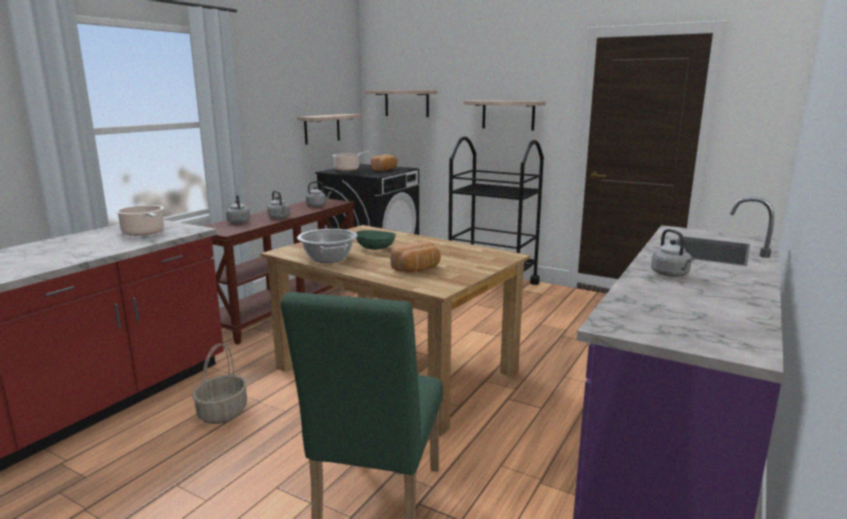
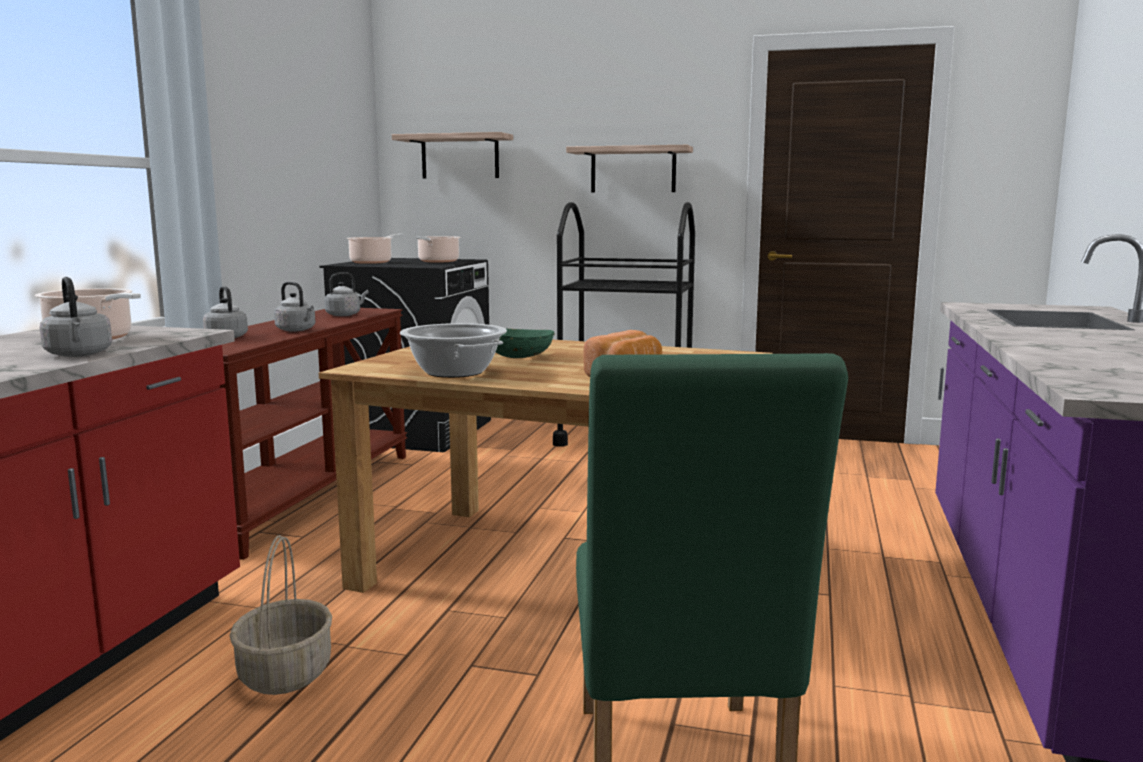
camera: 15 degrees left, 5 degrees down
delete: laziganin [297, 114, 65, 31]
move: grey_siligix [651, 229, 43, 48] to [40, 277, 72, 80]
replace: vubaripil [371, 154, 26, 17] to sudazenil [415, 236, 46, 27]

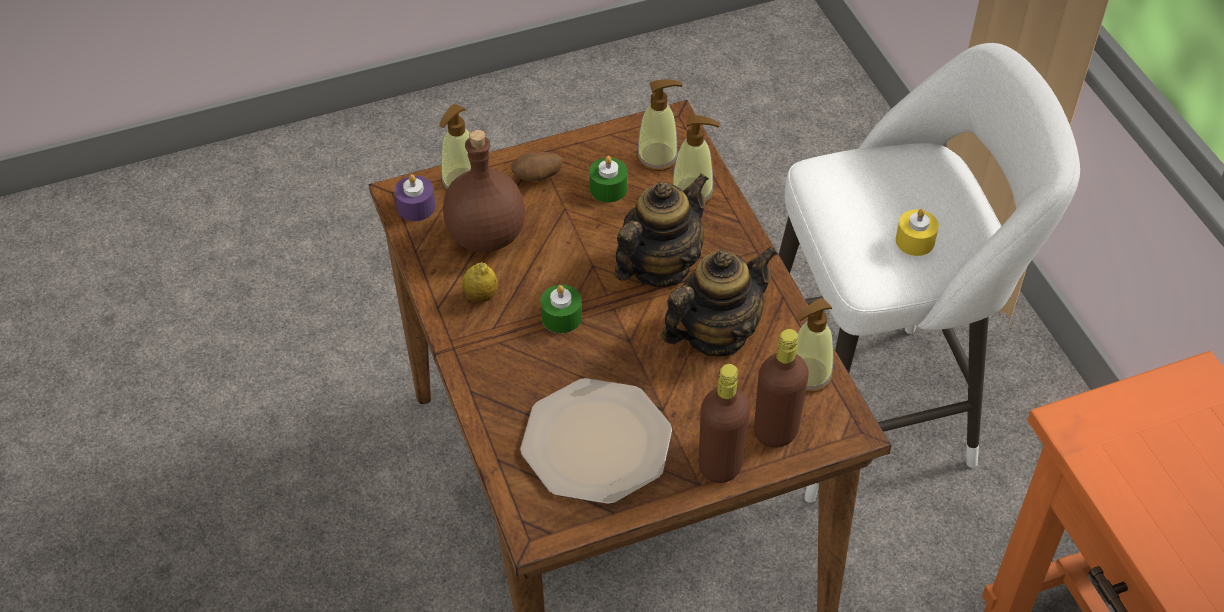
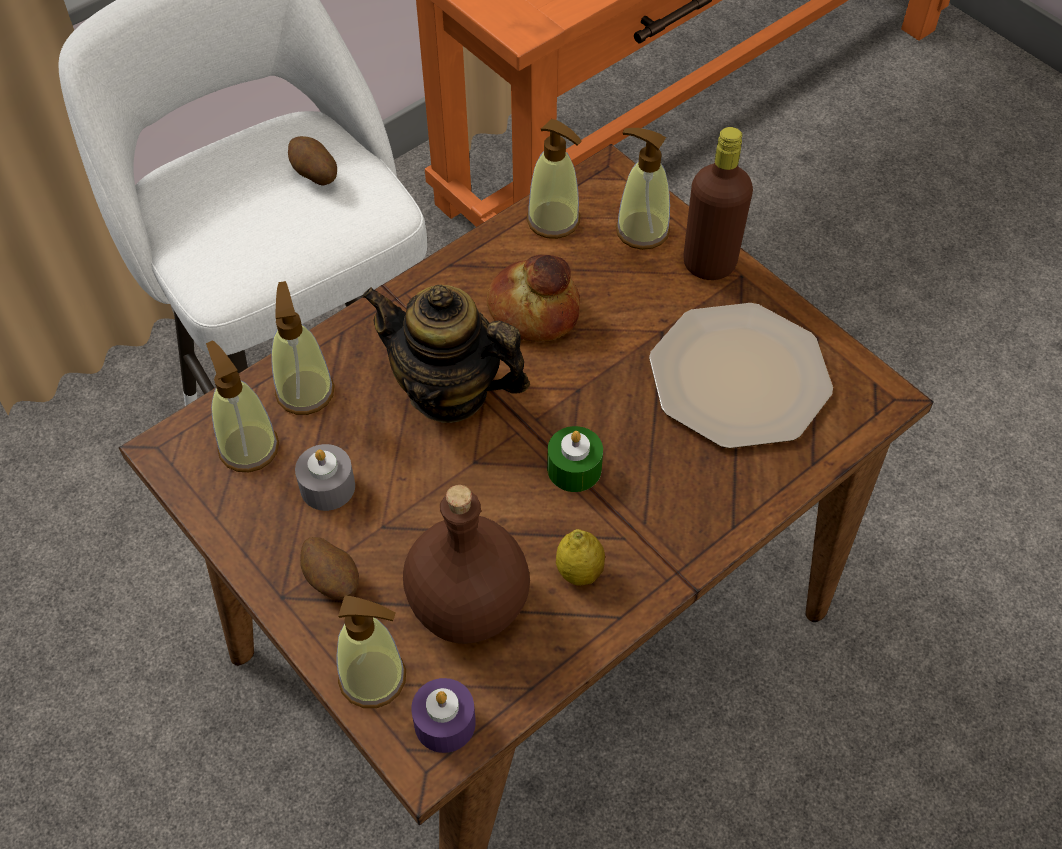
camera: 110 degrees left, 5 degrees up
replace: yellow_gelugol [896, 209, 43, 47] to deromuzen [288, 136, 49, 50]; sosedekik [661, 247, 116, 109] to vubaripil [487, 255, 93, 87]; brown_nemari [754, 329, 55, 119] to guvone [616, 128, 54, 122]
recolor: green_gelugol [589, 156, 39, 47] to grey_gelugol [295, 444, 60, 67]

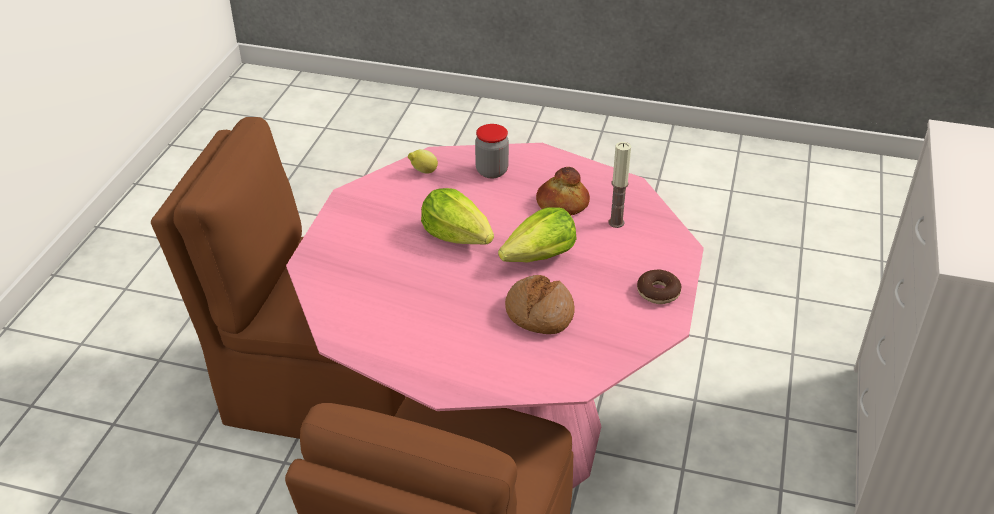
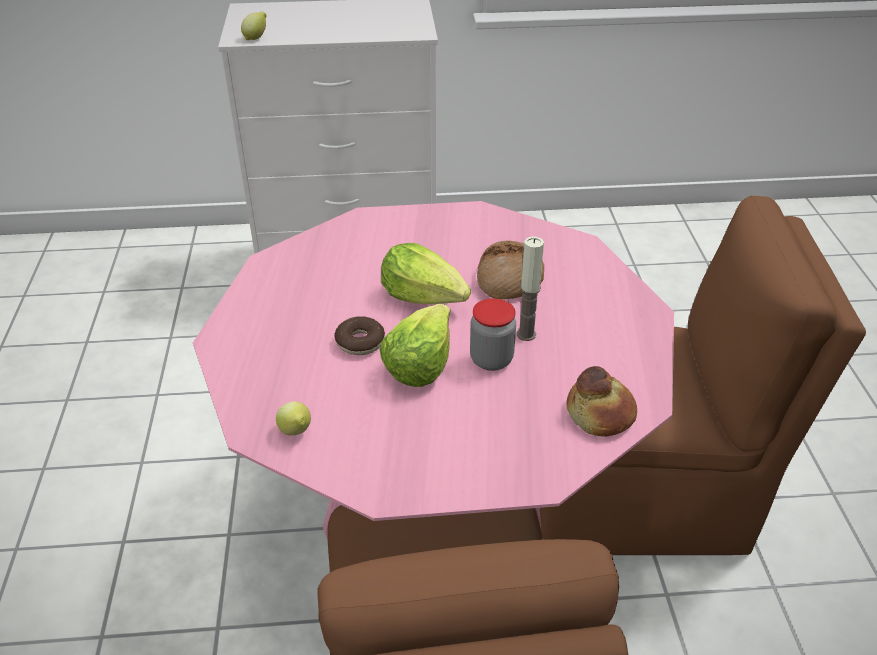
camera: 110 degrees left, 0 degrees up
insert: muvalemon [241, 12, 26, 28]
move: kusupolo [475, 124, 34, 54] to [470, 298, 46, 73]; gelugol [609, 142, 22, 86] to [517, 237, 27, 104]; vubaripil [536, 167, 54, 48] to [566, 366, 71, 70]; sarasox [637, 270, 44, 34] to [335, 316, 50, 39]

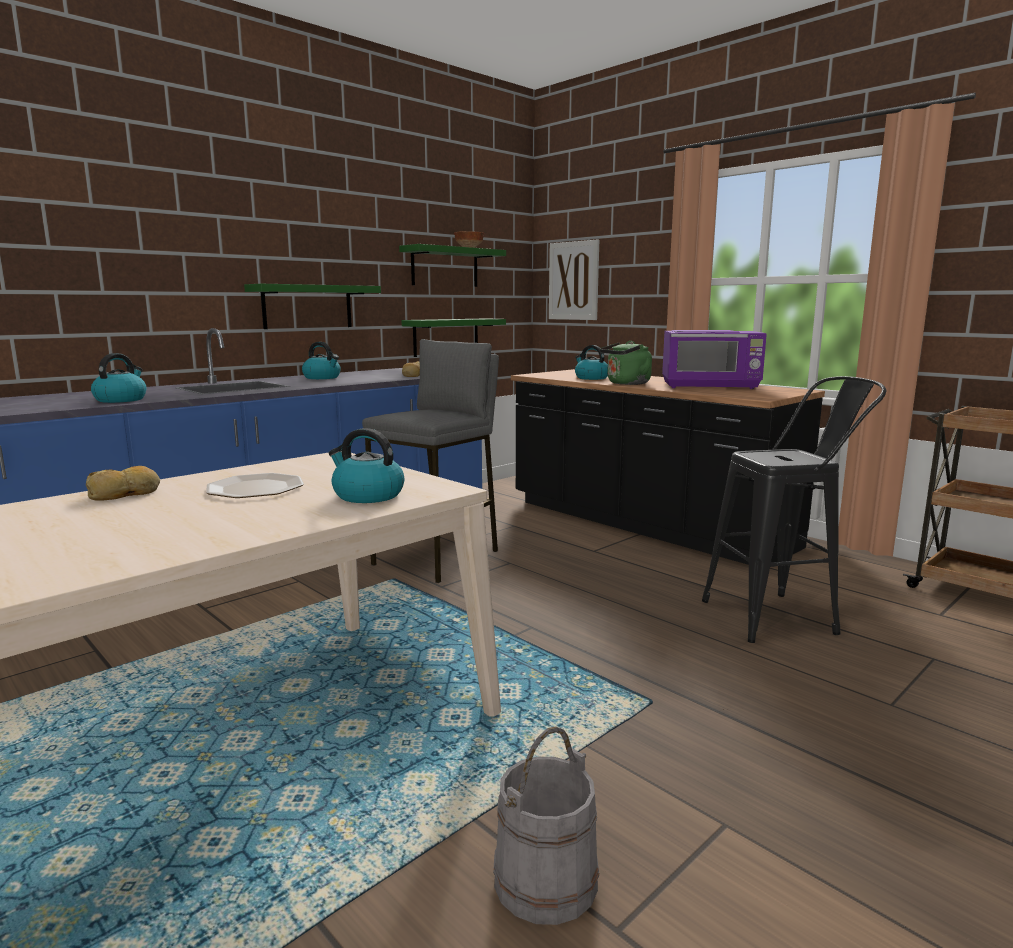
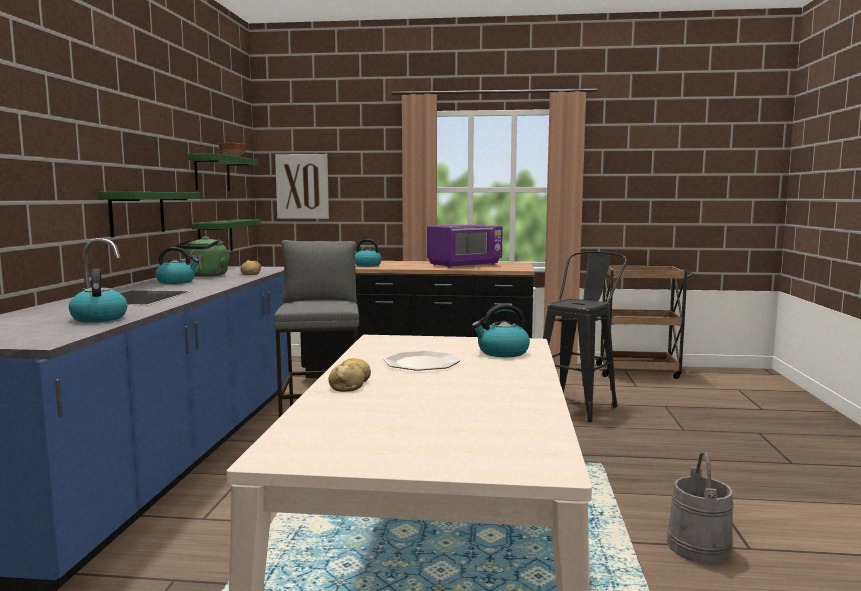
camera: 40 degrees left, 5 degrees down
move: green_siligix [600, 341, 52, 44] to [176, 236, 54, 41]

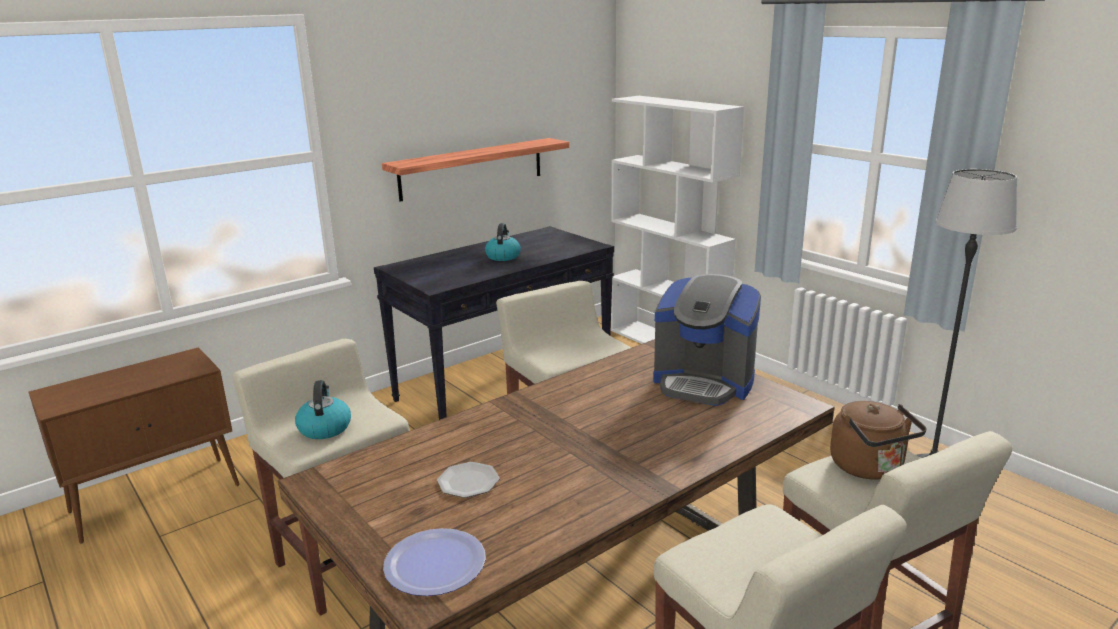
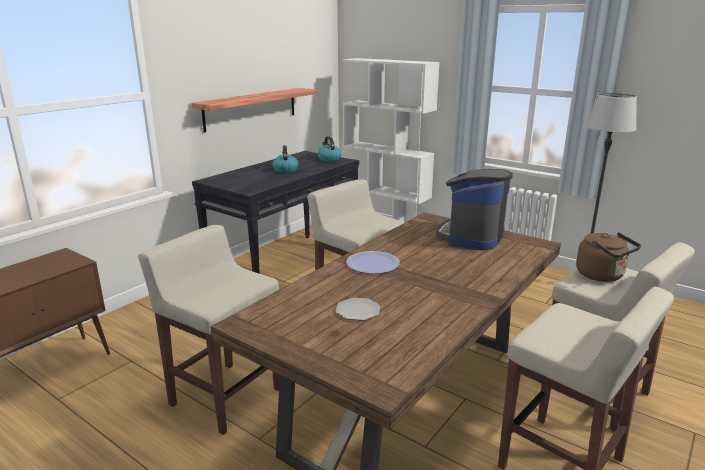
camera: 15 degrees left, 0 degrees up
move: siligix [295, 380, 56, 59] to [318, 136, 23, 26]; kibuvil [383, 528, 103, 68] to [346, 251, 54, 23]
rotate: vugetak [653, 274, 108, 132] = [436, 169, 77, 81] 105 degrees clockwise

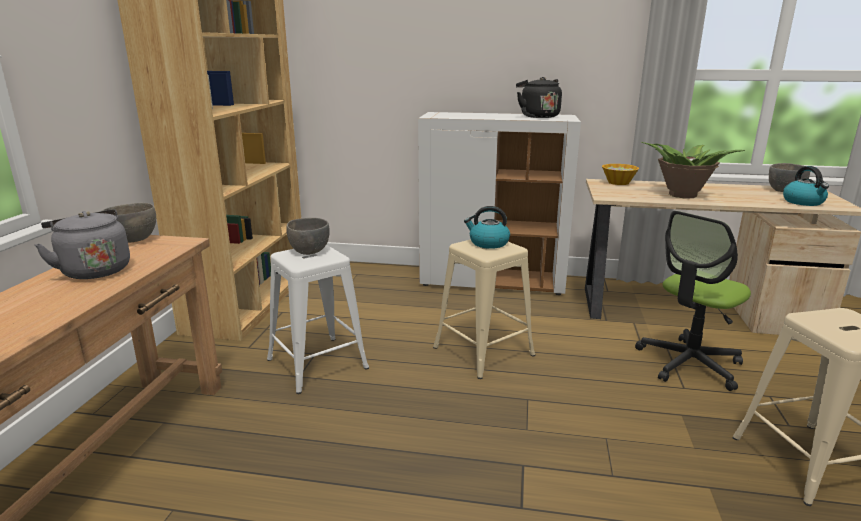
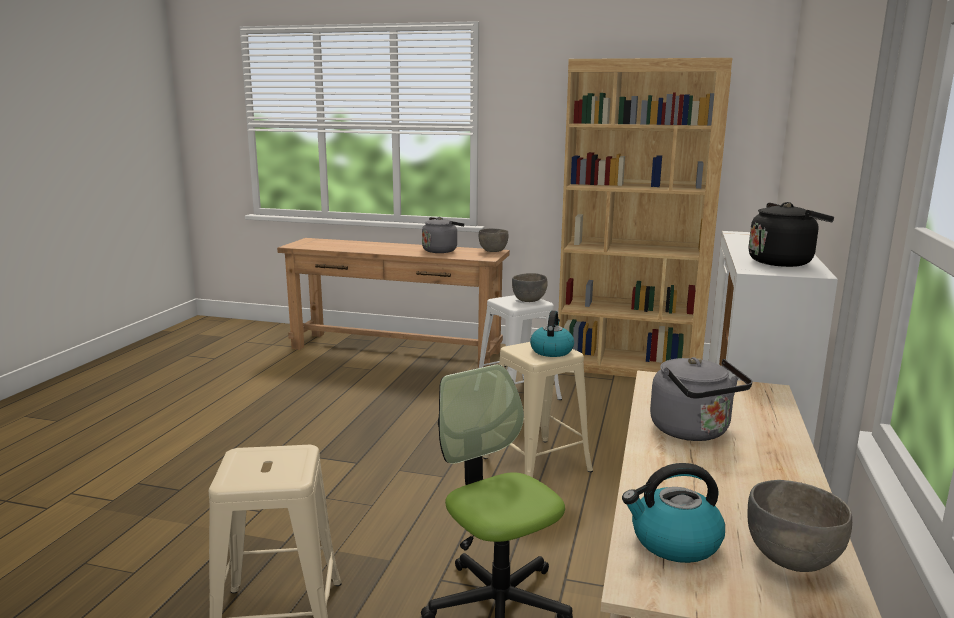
camera: 95 degrees right, 5 degrees down
delete: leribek [602, 164, 37, 21]
replace: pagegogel [641, 142, 104, 57] to grey_siligix [650, 357, 102, 84]

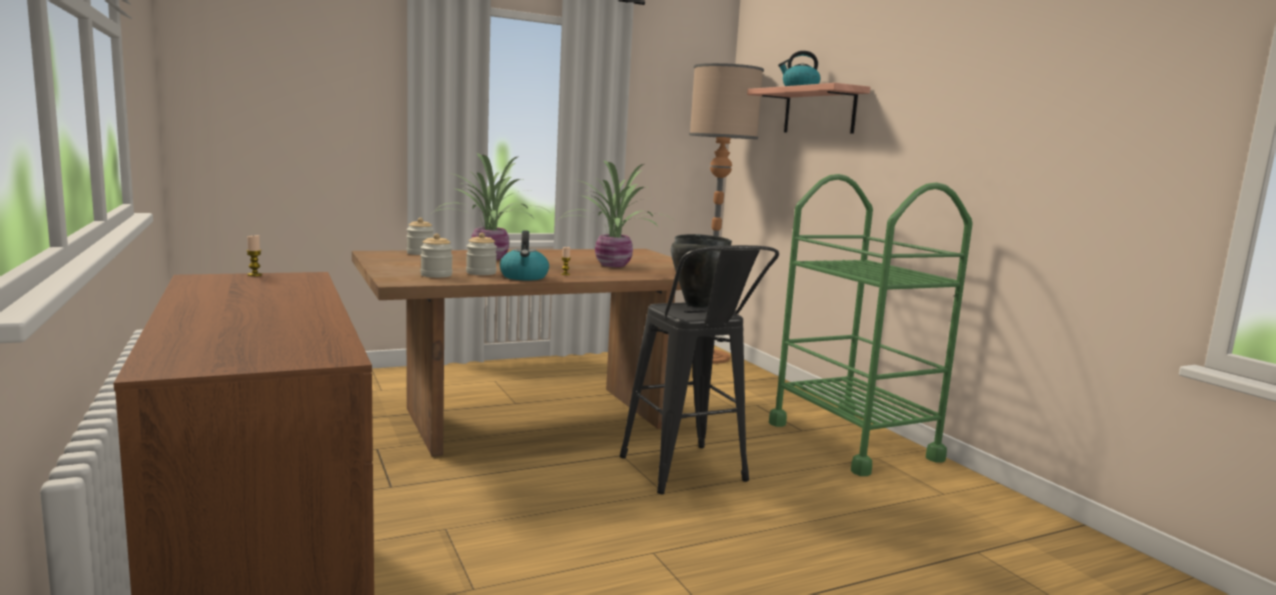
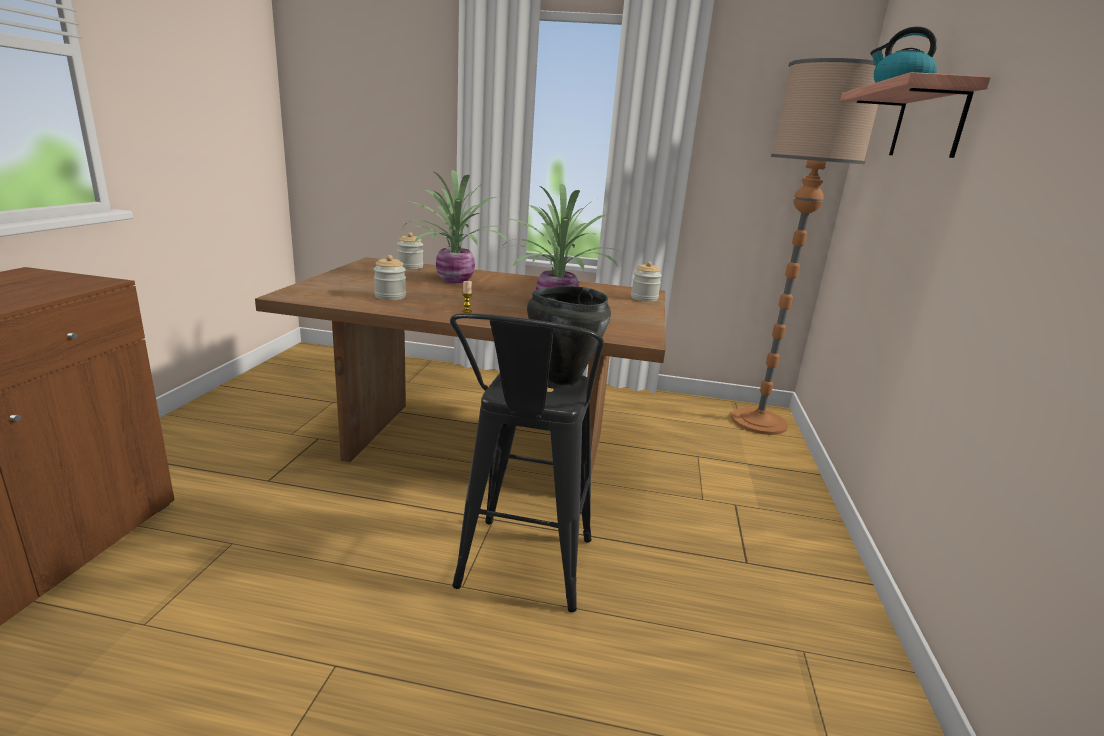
camera: 35 degrees right, 10 degrees up
delete: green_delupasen [769, 174, 204, 302]; siligix [500, 230, 49, 51]; gelugol [246, 235, 16, 41]
move: kusupolo [420, 233, 33, 45] to [631, 261, 31, 41]

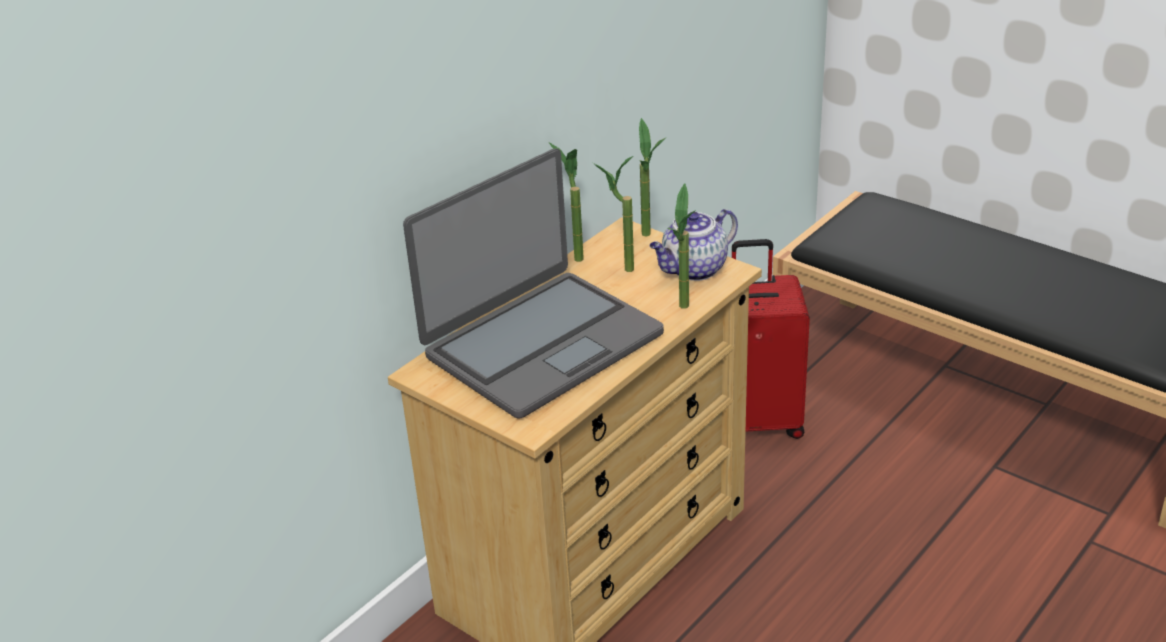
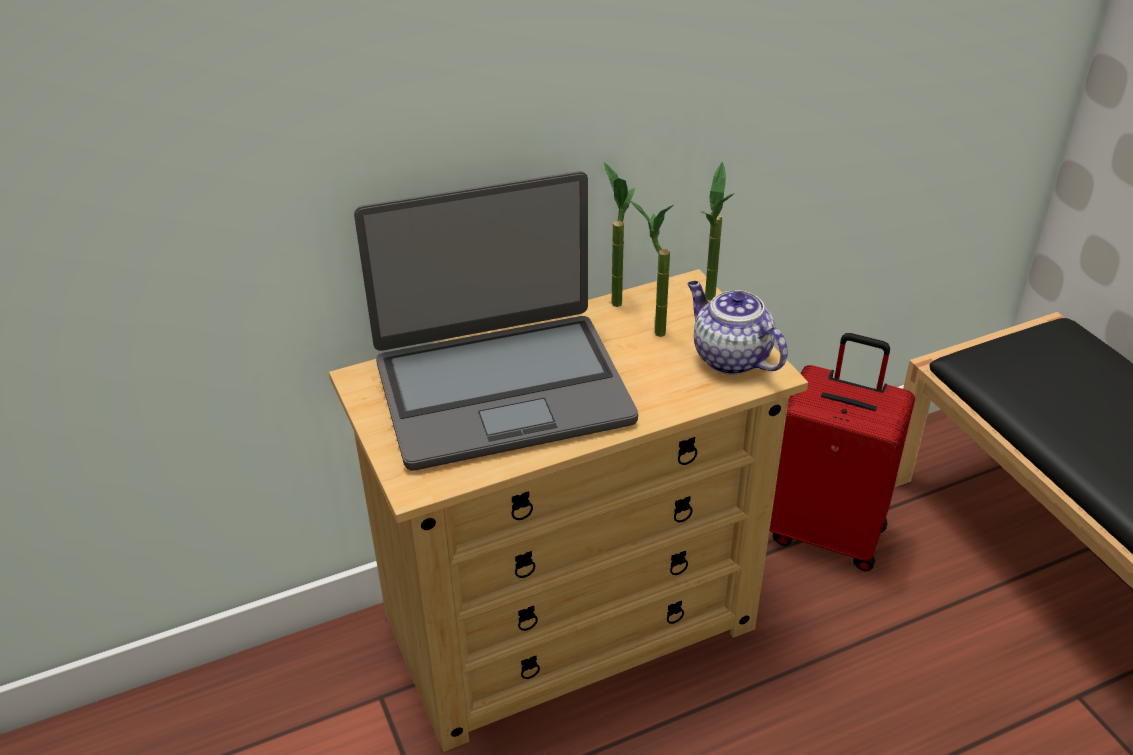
camera: 25 degrees right, 5 degrees up
delete: pagegogel [667, 183, 29, 126]
rotate: sosedekik [649, 209, 89, 72] = [687, 281, 101, 94] 60 degrees clockwise

